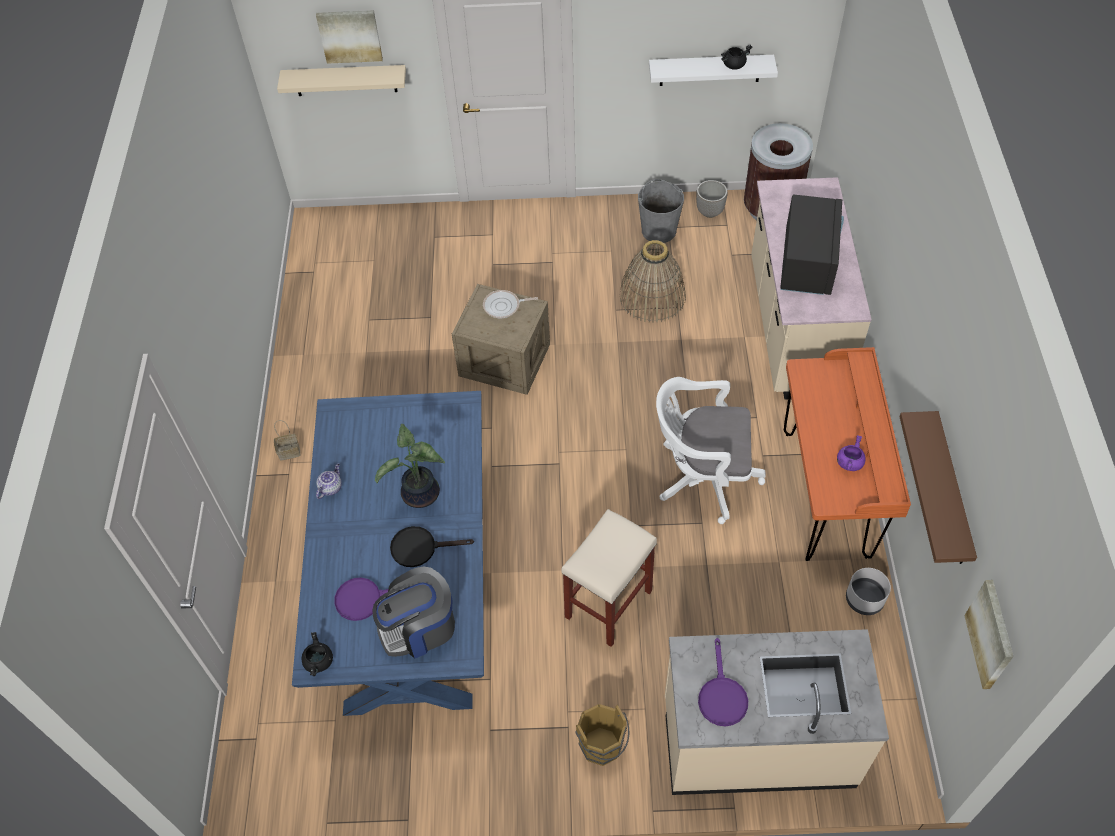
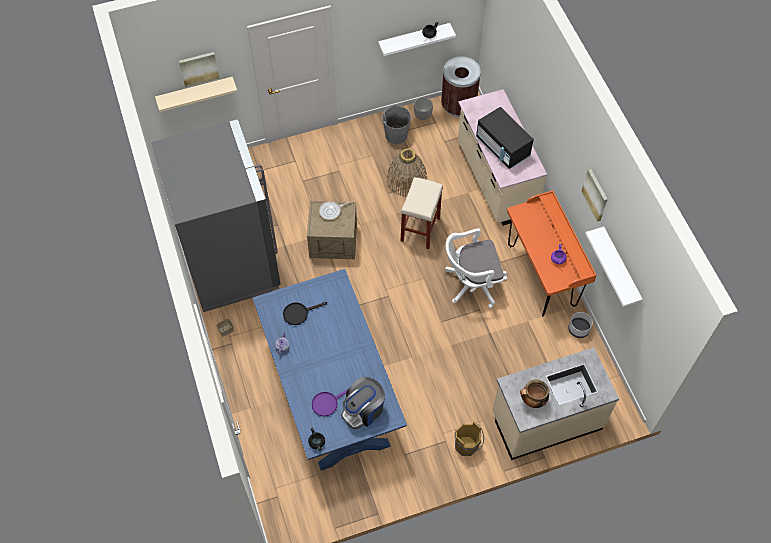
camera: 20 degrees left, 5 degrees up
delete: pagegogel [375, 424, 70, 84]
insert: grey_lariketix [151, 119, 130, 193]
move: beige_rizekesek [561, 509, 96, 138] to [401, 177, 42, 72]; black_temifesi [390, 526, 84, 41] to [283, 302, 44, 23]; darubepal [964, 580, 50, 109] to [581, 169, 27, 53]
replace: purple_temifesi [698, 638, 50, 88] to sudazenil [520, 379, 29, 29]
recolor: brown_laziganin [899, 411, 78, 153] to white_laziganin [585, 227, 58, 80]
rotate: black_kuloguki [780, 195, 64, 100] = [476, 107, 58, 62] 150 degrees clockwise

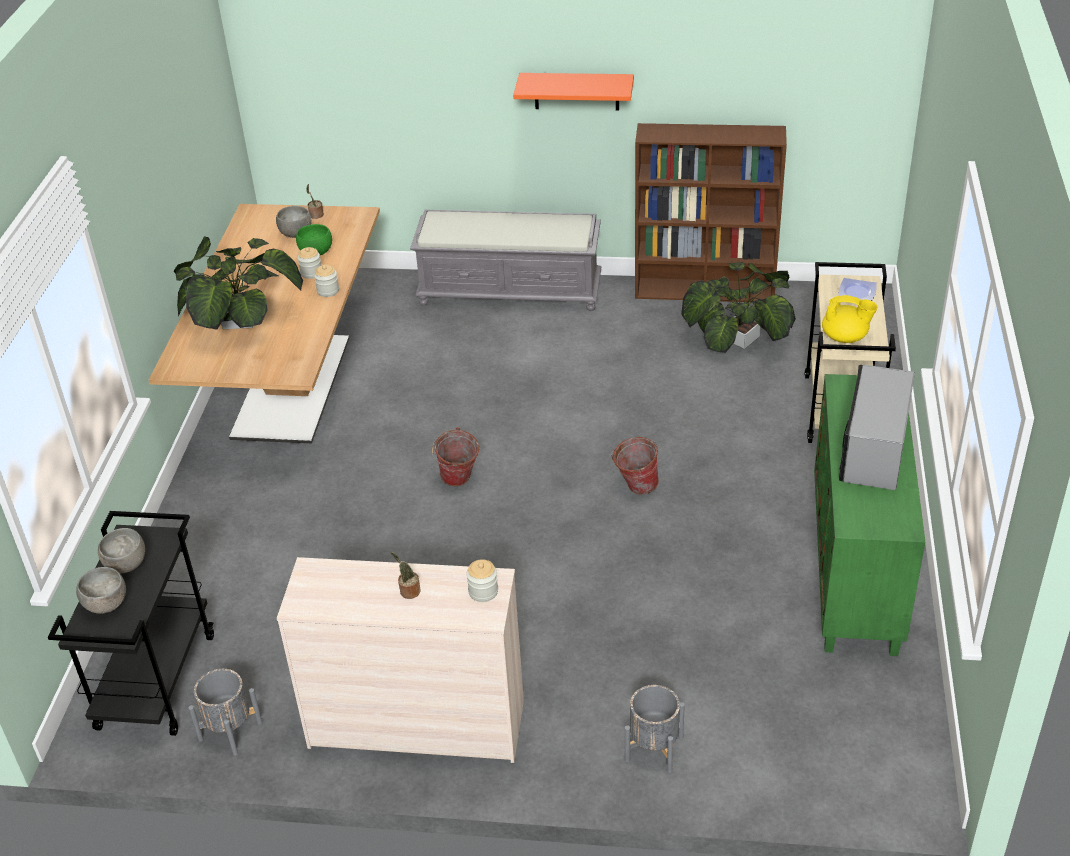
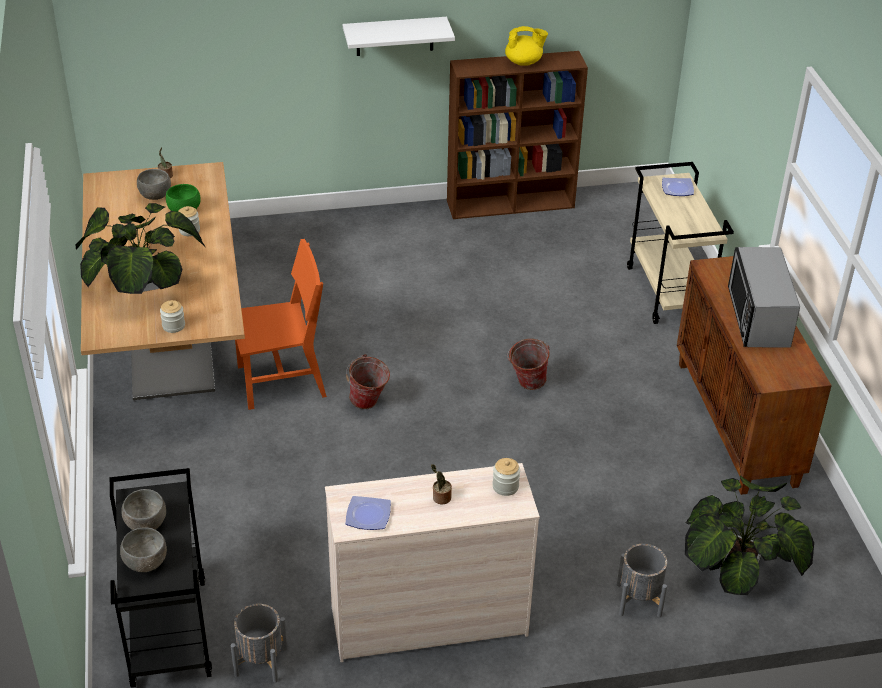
camera: 20 degrees left, 0 degrees up
delete: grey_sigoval [410, 210, 192, 101]
insert: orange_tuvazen [235, 239, 92, 171]; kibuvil [346, 496, 45, 34]
move: pagegogel [681, 262, 115, 91] to [685, 475, 129, 120]; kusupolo [314, 265, 25, 32] to [160, 300, 25, 33]; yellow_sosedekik [822, 295, 56, 48] to [505, 26, 43, 40]
recolor: orange_laziganin [513, 73, 121, 38] to white_laziganin [343, 17, 112, 39]; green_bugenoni [814, 374, 111, 282] to brown_bugenoni [677, 256, 155, 239]

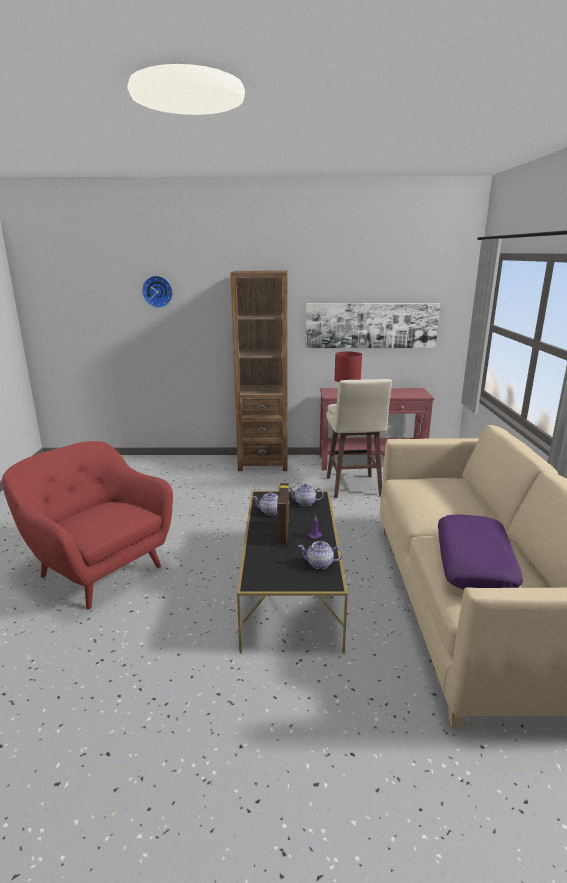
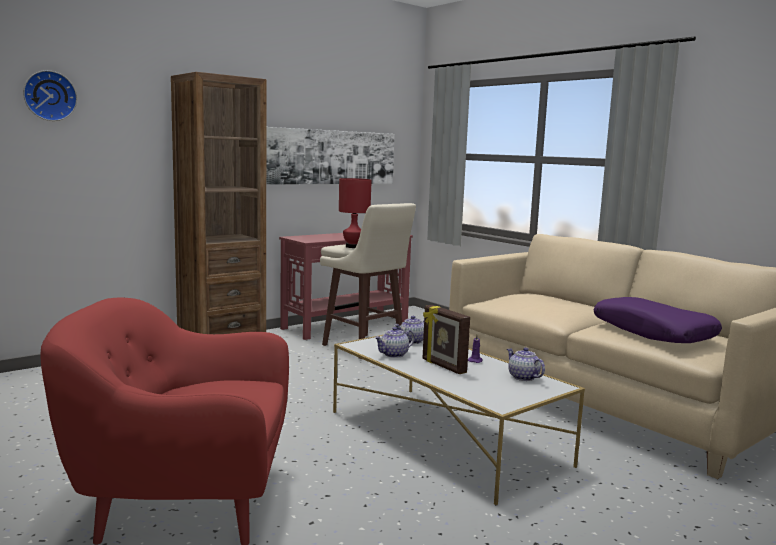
camera: 40 degrees left, 10 degrees down
recolor: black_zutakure [237, 491, 111, 162] to white_zutakure [333, 335, 252, 170]
rotate: sosedekik [298, 541, 45, 28] = [507, 347, 38, 34] 90 degrees clockwise

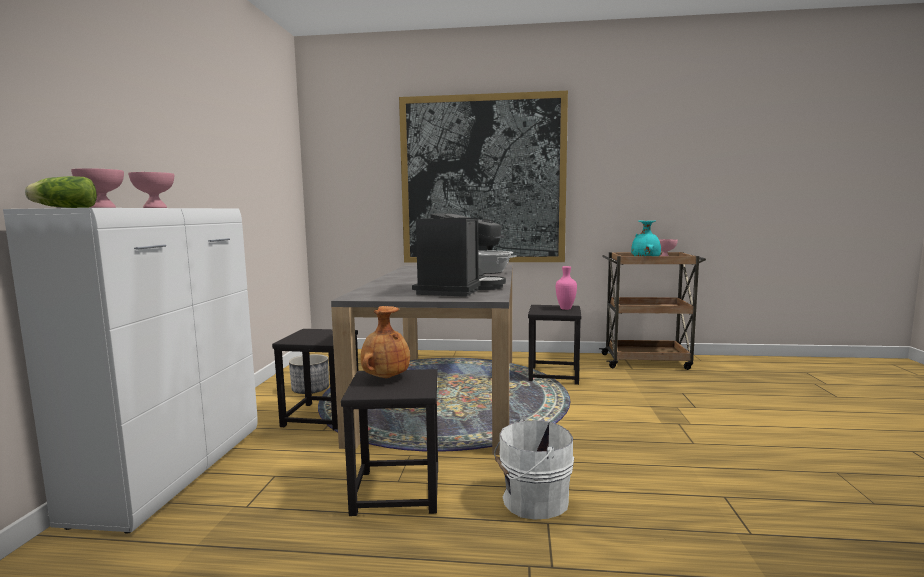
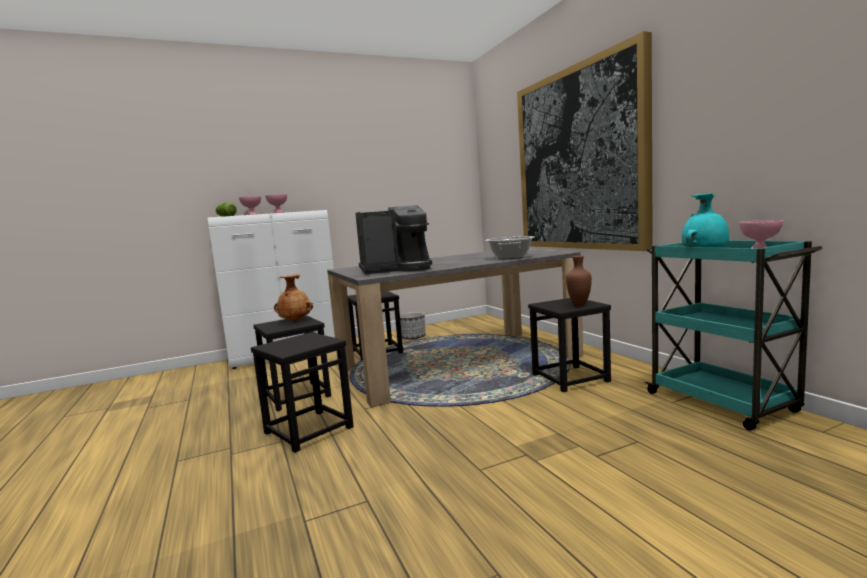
camera: 60 degrees right, 0 degrees up
replace: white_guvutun [494, 417, 80, 103] to black_rizekesek [251, 332, 103, 121]
recolor: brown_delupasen [599, 252, 107, 118] to turquoise_delupasen [644, 240, 179, 191]; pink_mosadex [556, 266, 21, 44] to brown_mosadex [566, 256, 26, 50]

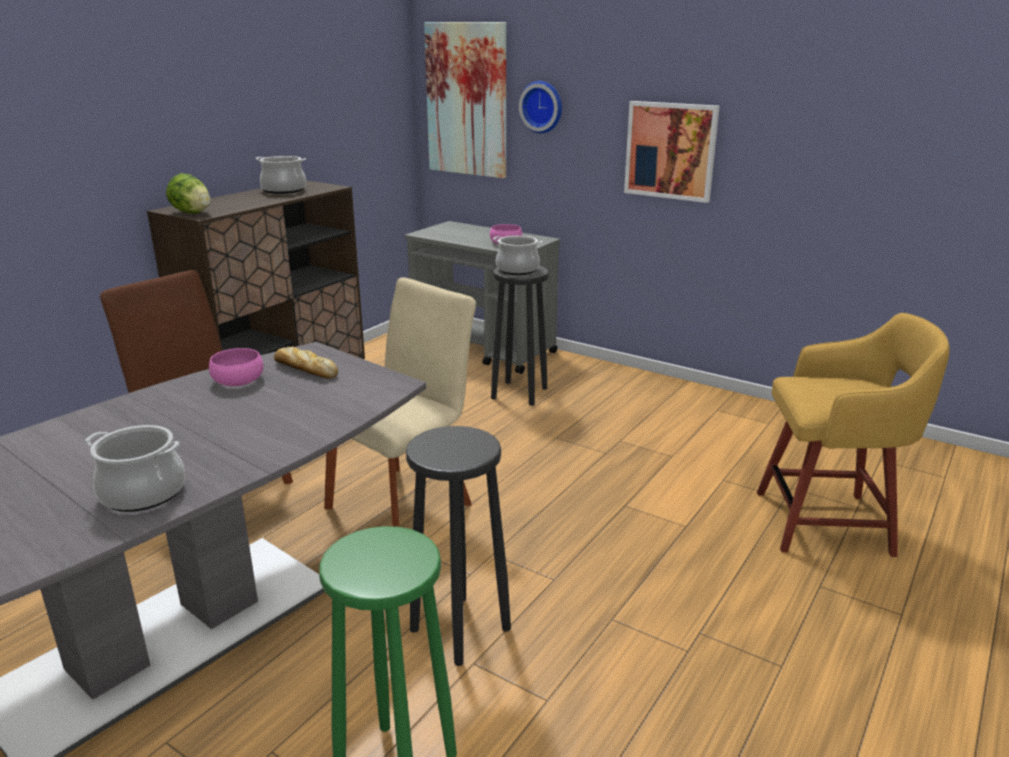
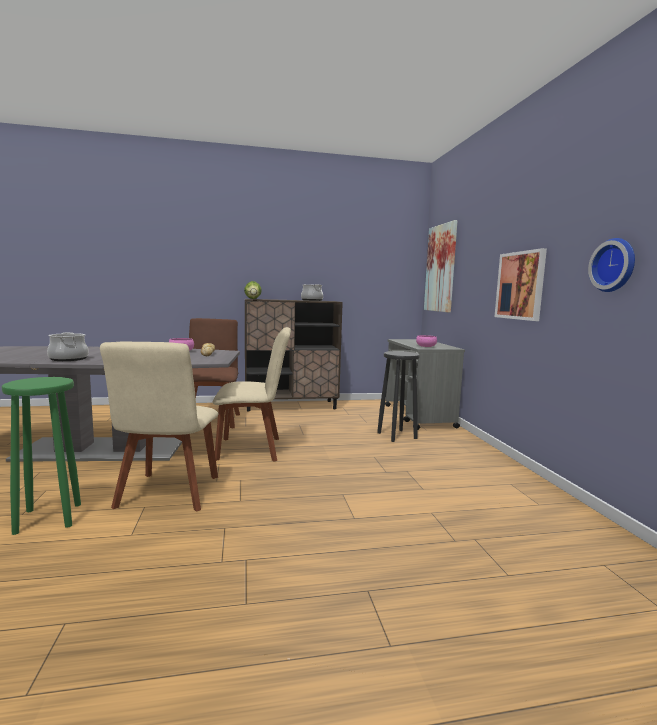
camera: 45 degrees right, 15 degrees down
delete: sudazenil [493, 236, 50, 39]; yellow_rizekesek [757, 313, 193, 244]
move: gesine [519, 81, 43, 52] to [588, 238, 47, 54]
replace: black_rizekesek [406, 426, 105, 240] to beige_tuvazen [100, 341, 118, 171]

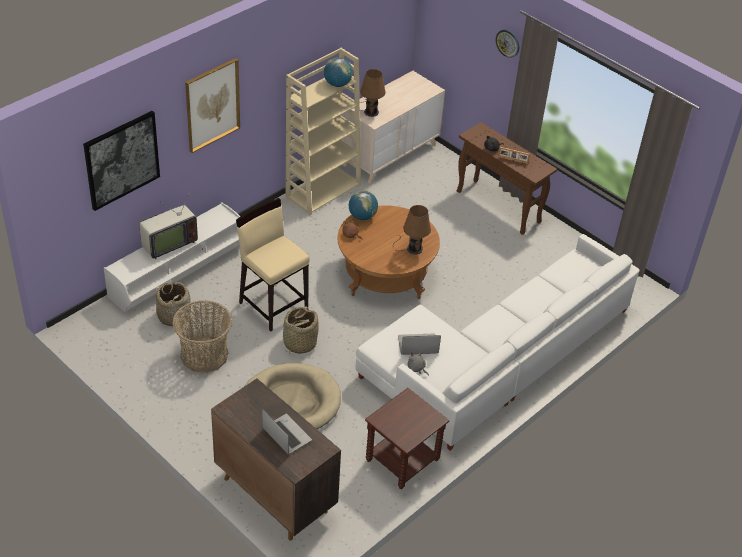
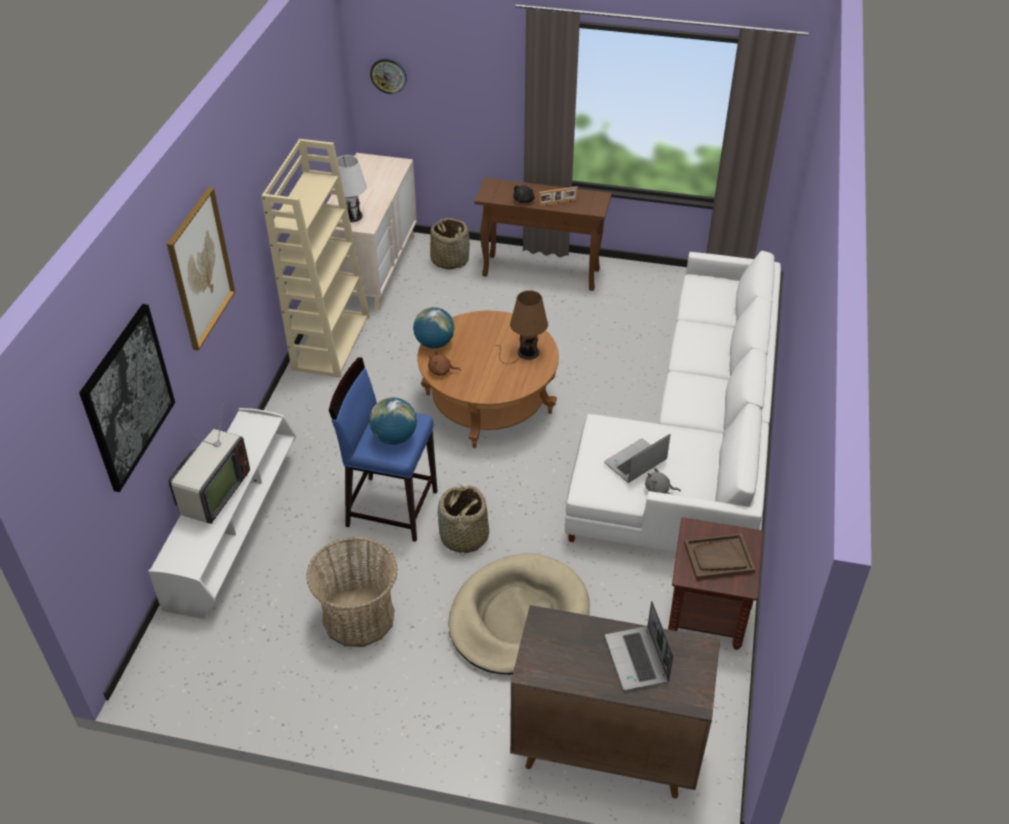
camera: 30 degrees left, 0 degrees up
insert: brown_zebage [684, 533, 71, 47]
move: gesine [496, 29, 23, 29] to [370, 58, 37, 36]; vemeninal [324, 57, 29, 30] to [370, 397, 47, 48]; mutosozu [156, 282, 35, 44] to [430, 218, 40, 51]
recolor: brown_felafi [354, 69, 32, 48] to white_felafi [333, 155, 34, 67]; beige_rizekesek [236, 198, 74, 133] to blue_rizekesek [329, 358, 108, 184]
rotate: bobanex [262, 409, 50, 46] = [605, 601, 68, 90] 120 degrees counterclockwise

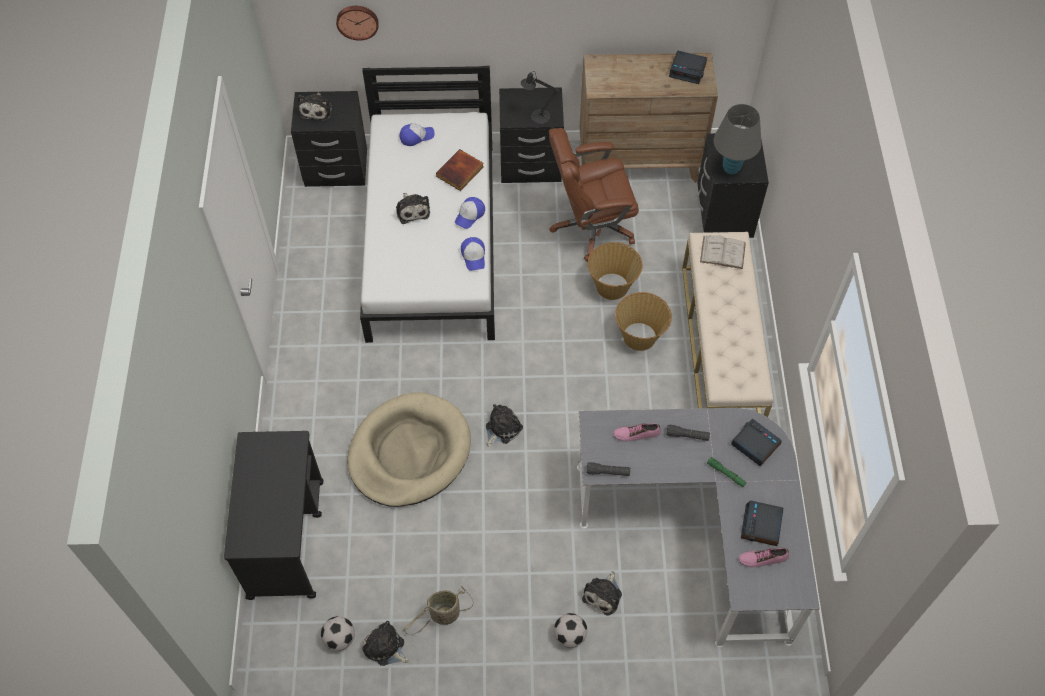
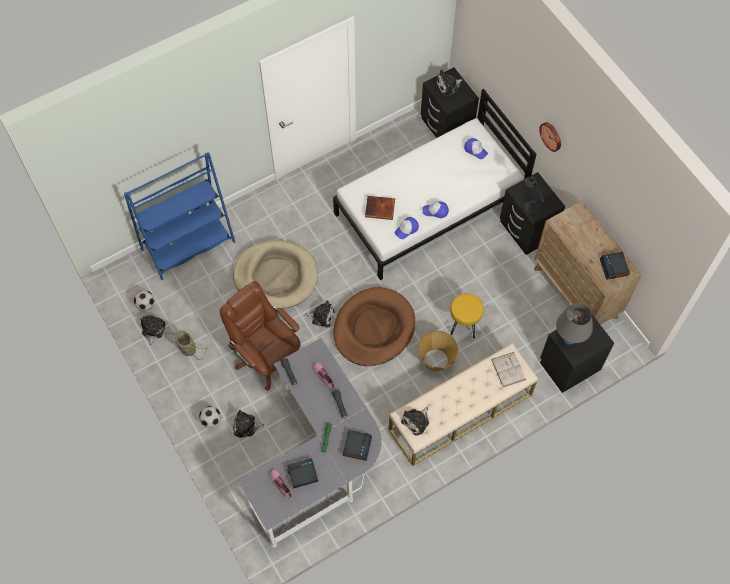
camera: 60 degrees right, 5 degrees up
insert: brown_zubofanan [333, 287, 82, 79]
move: gesine [336, 6, 43, 35] to [539, 122, 22, 30]; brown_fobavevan [549, 128, 90, 134] to [220, 281, 80, 109]; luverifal [436, 149, 48, 42] to [365, 196, 30, 24]; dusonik [396, 193, 34, 31] to [401, 407, 28, 29]
replace: mutosozu [588, 242, 54, 58] to yellow_rizekesek [450, 293, 34, 45]; black_delupasen [224, 431, 99, 169] to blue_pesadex [124, 152, 111, 128]

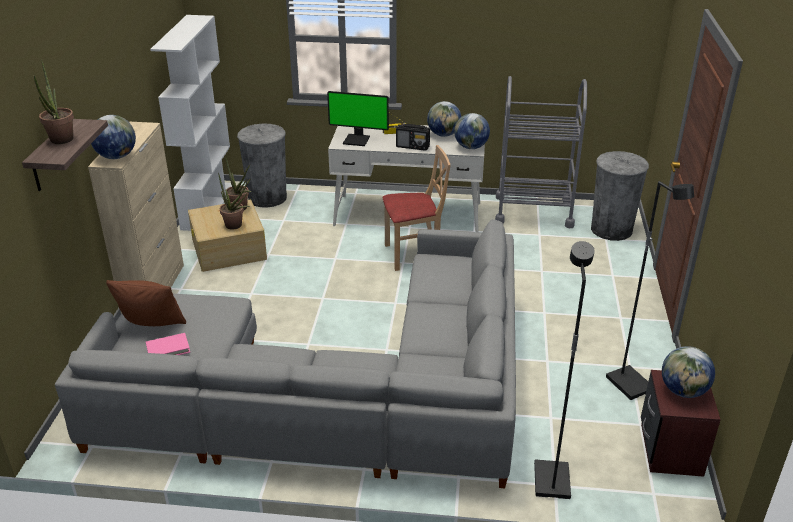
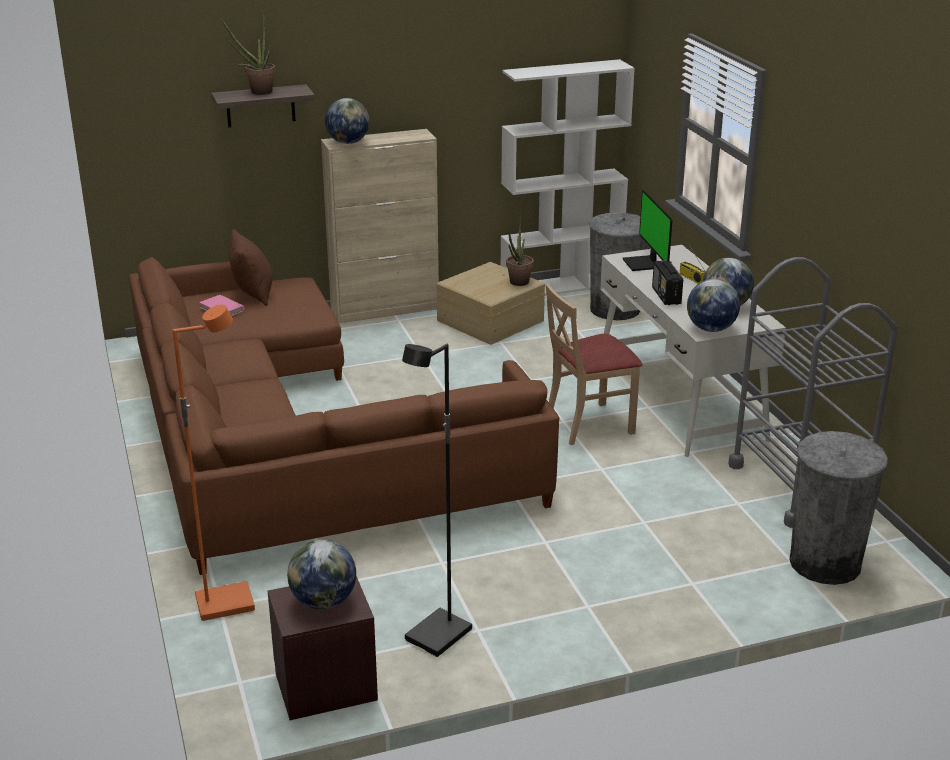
camera: 65 degrees right, 5 degrees down
delete: pagegogel [218, 172, 33, 58]
recolor: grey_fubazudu [55, 219, 461, 269] to brown_fubazudu [129, 257, 430, 318]; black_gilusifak [534, 241, 61, 258] to orange_gilusifak [172, 305, 83, 316]
rotate: beige_tuvazen [382, 145, 69, 126] = [545, 283, 98, 162] 105 degrees clockwise

